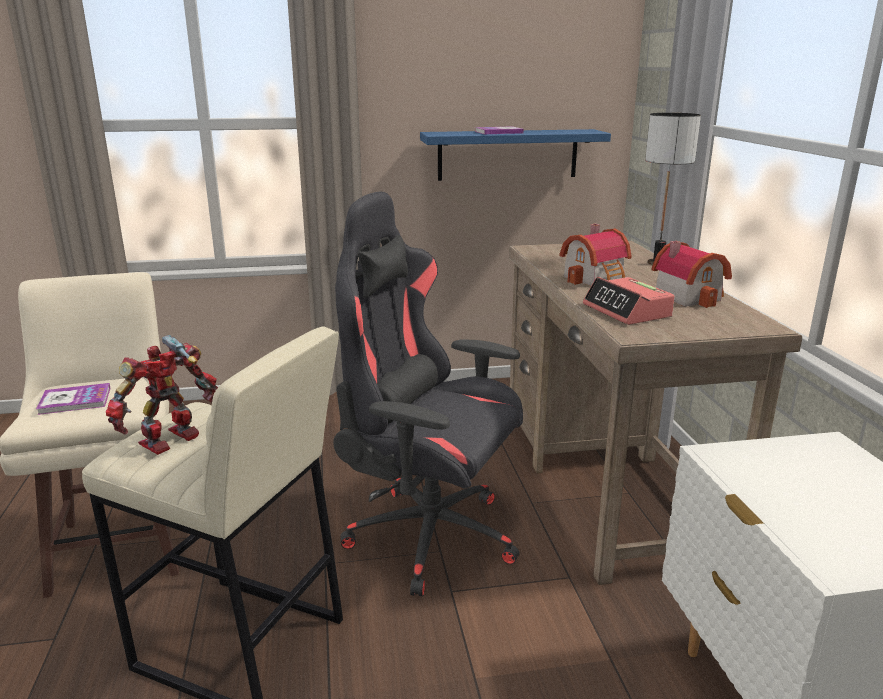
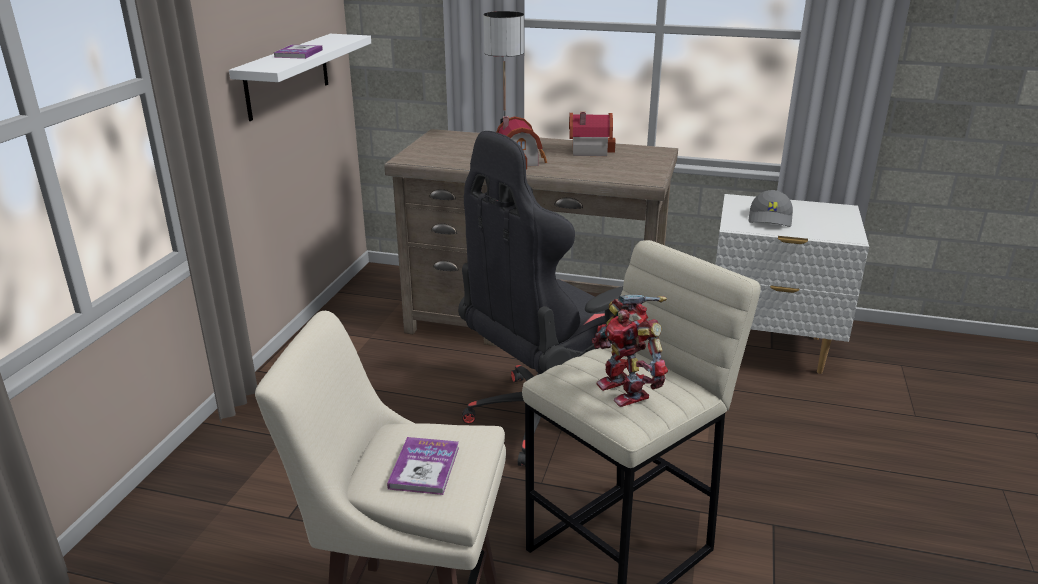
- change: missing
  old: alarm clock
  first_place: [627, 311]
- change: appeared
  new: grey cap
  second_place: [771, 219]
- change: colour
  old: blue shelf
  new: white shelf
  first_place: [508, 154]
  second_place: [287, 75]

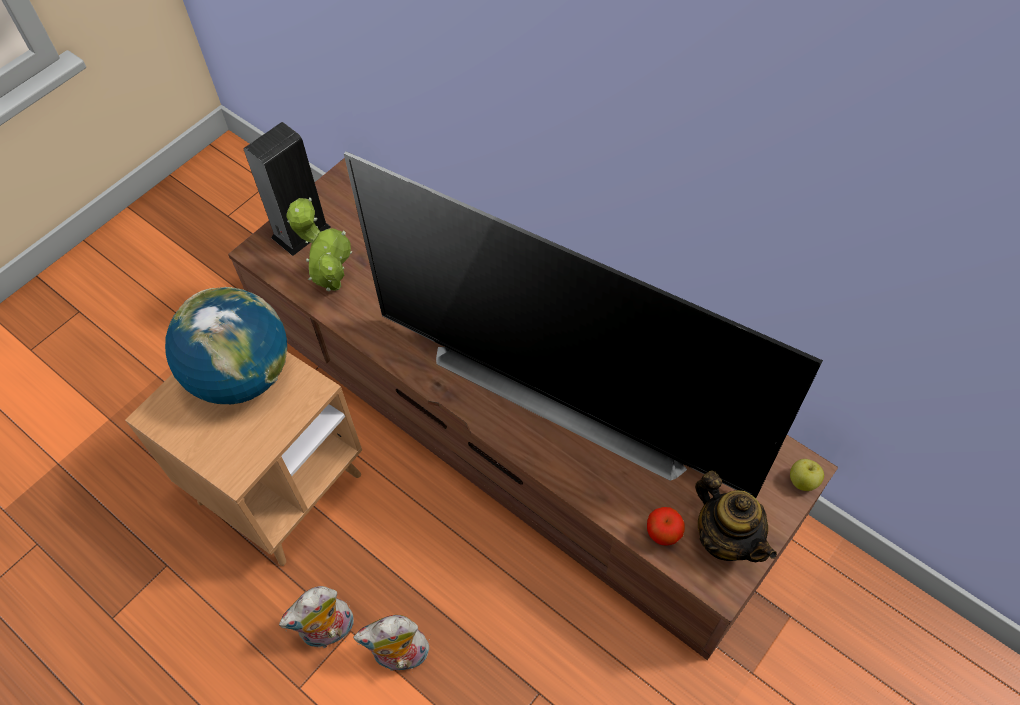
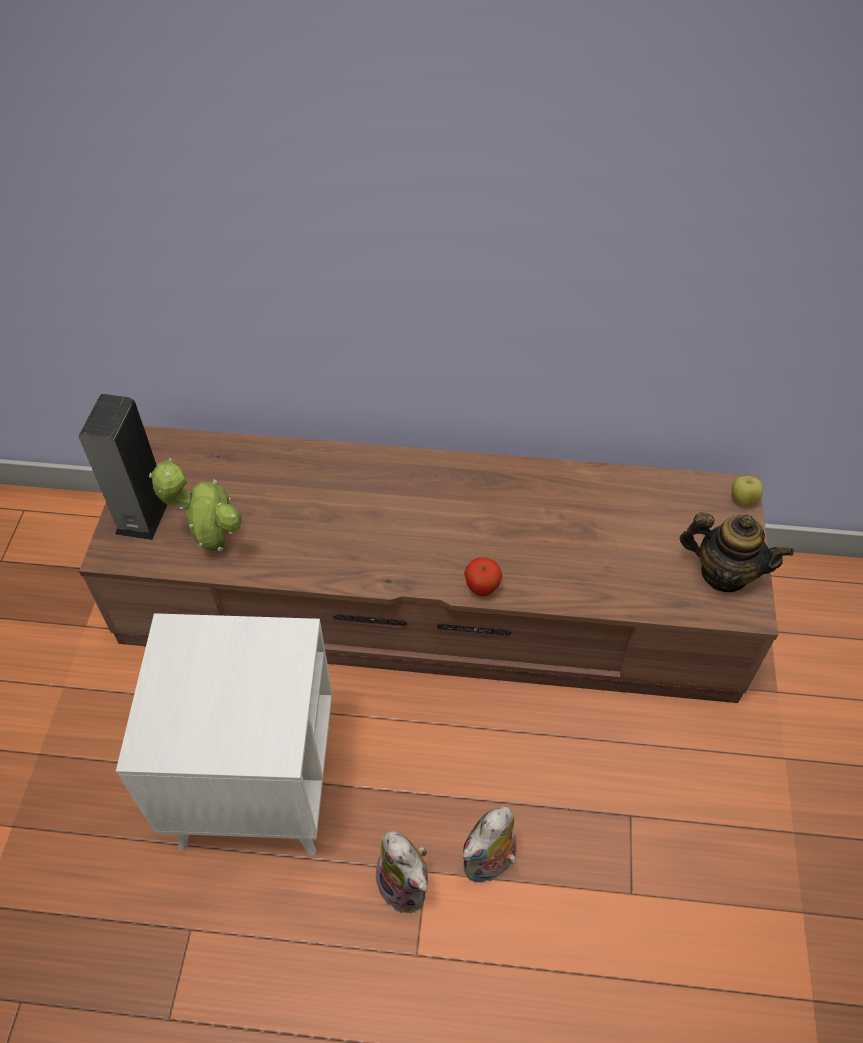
- change: missing
  old: globe
  first_place: [242, 376]
- change: missing
  old: television
  first_place: [566, 392]
- change: relocated
  old: apple
  first_place: [662, 535]
  second_place: [482, 589]
- change: colour
  old: brown side table
  new: white side table
  first_place: [280, 488]
  second_place: [256, 785]
- change: spun
  old: plush toy
  first_place: [329, 632]
  second_place: [406, 885]
  degrees: -60

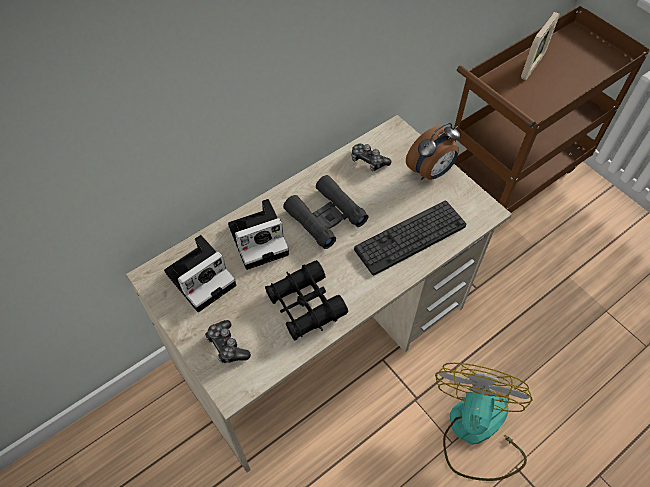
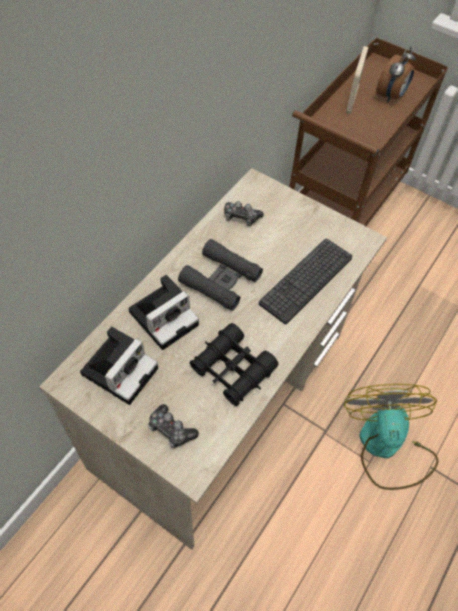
- change: relocated
  old: alarm clock
  first_place: [430, 172]
  second_place: [391, 96]

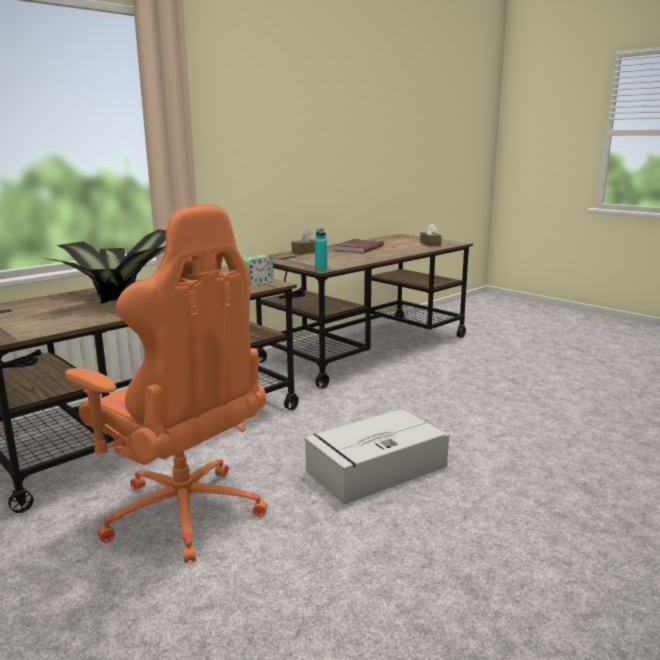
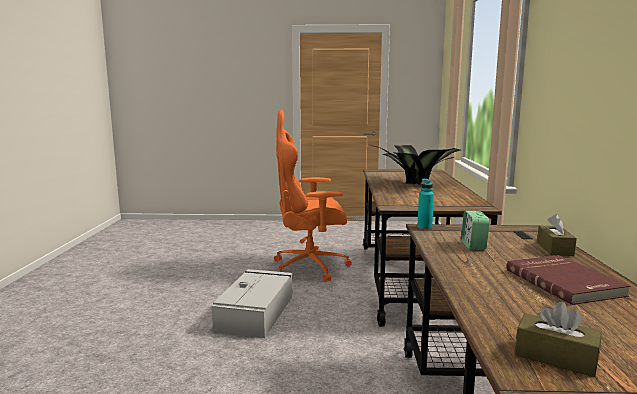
- change: relocated
  old: alarm clock
  first_place: [258, 283]
  second_place: [473, 245]

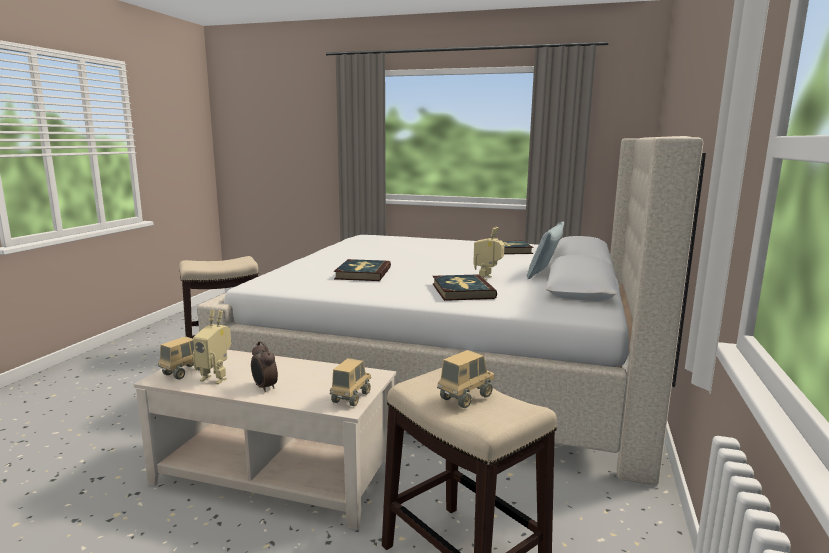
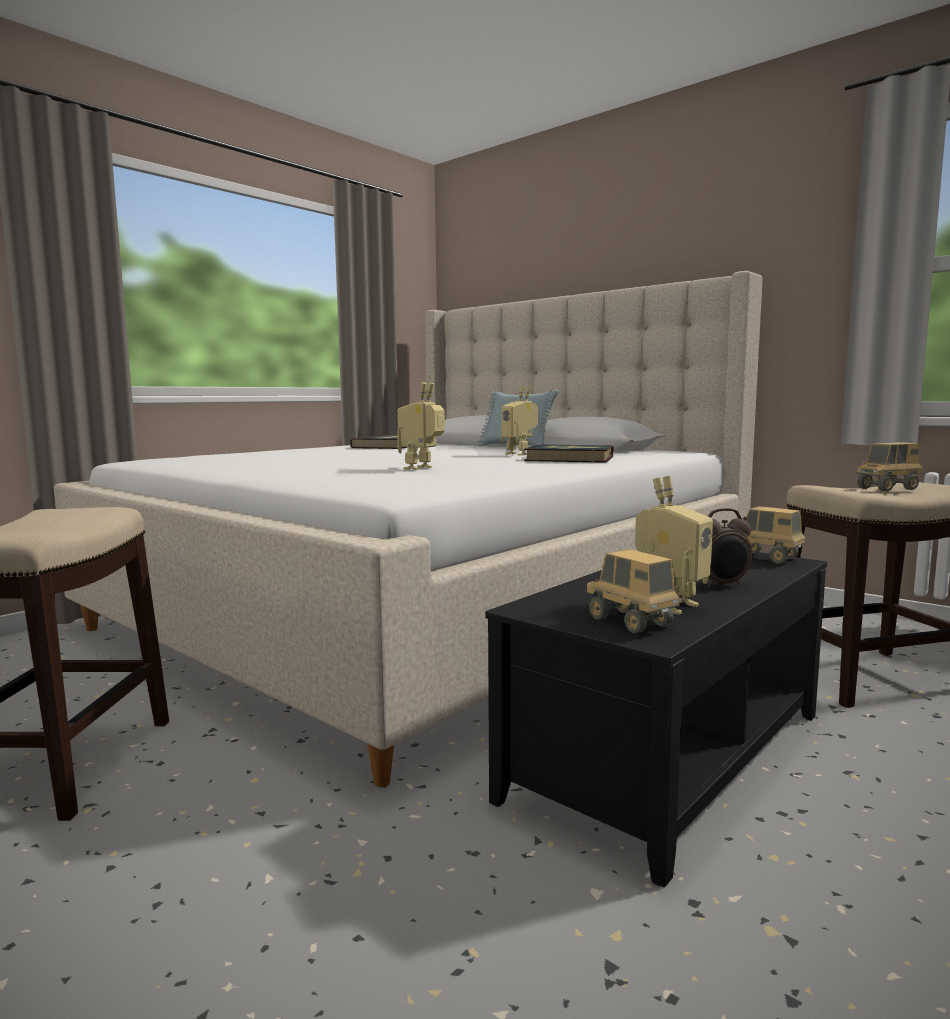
- change: exchanged
  old: book
  new: toy robot
  first_place: [362, 273]
  second_place: [422, 468]
- change: colour
  old: beige coffee table
  new: black coffee table
  first_place: [275, 475]
  second_place: [670, 754]
- change: spun
  old: toy truck
  first_place: [465, 398]
  second_place: [887, 489]
  degrees: -90

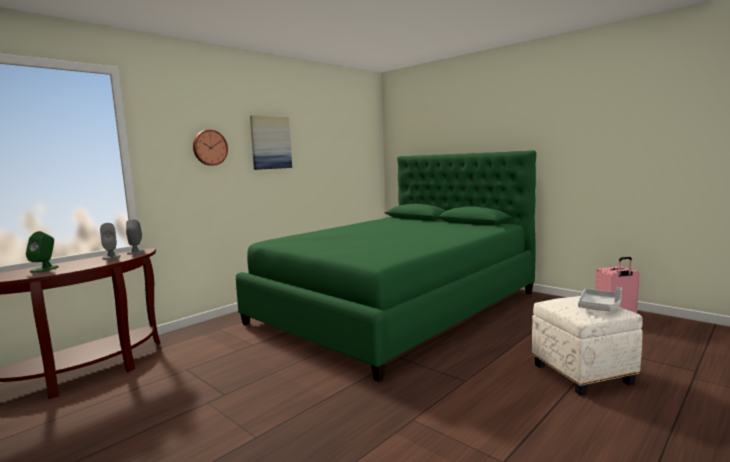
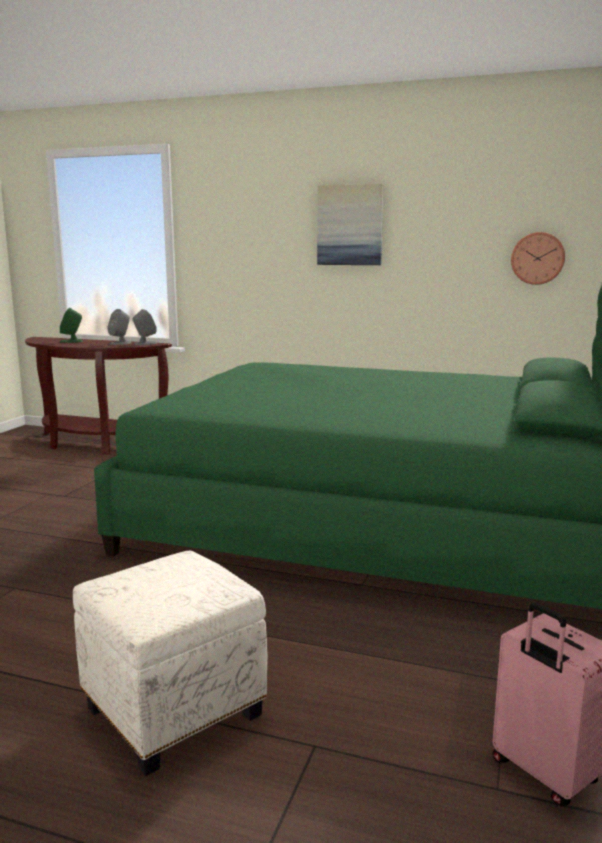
- change: missing
  old: grey tray
  first_place: [600, 307]
- change: relocated
  old: wall clock
  first_place: [209, 147]
  second_place: [537, 258]

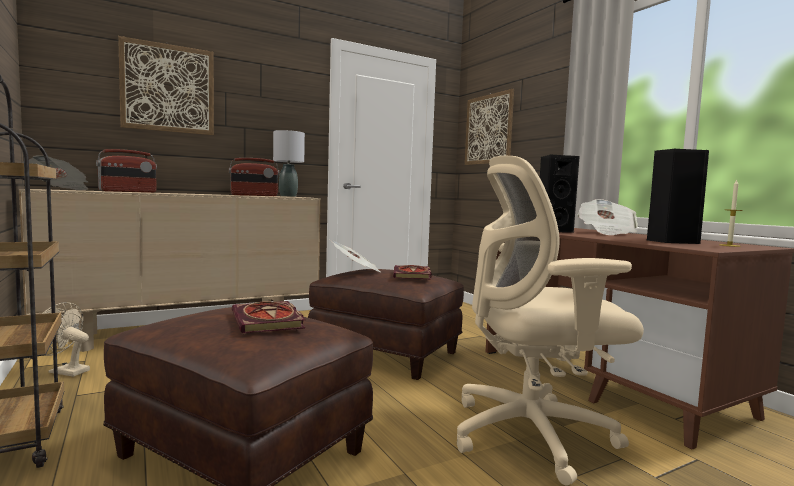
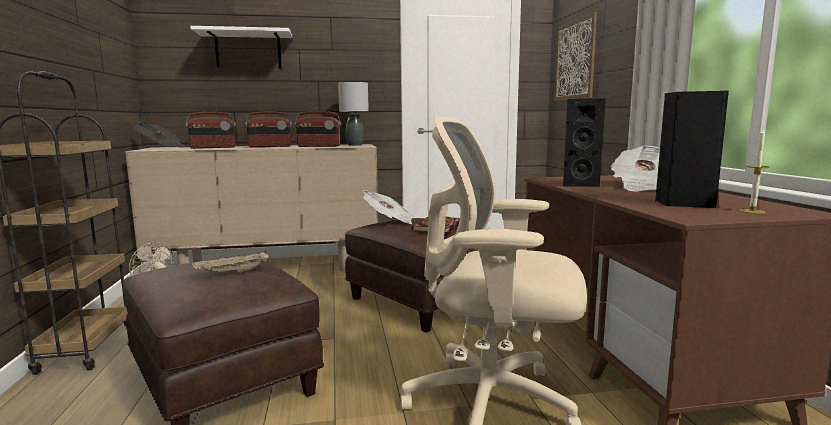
- change: appeared
  new: radio
  second_place: [270, 146]
- change: exchanged
  old: picture
  new: white shelf
  first_place: [168, 87]
  second_place: [248, 50]
- change: exchanged
  old: book
  new: beige tray
  first_place: [269, 321]
  second_place: [232, 273]

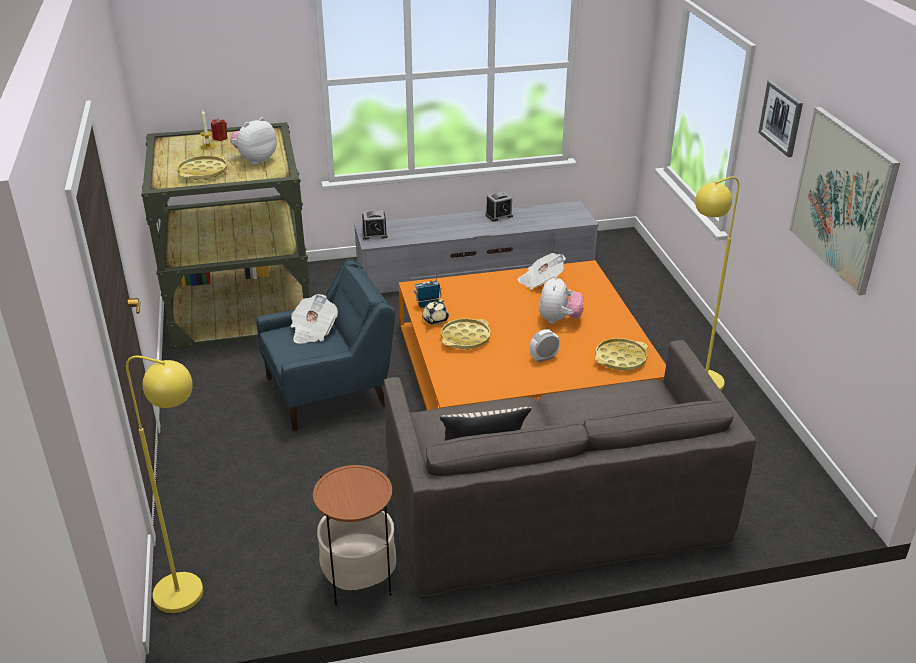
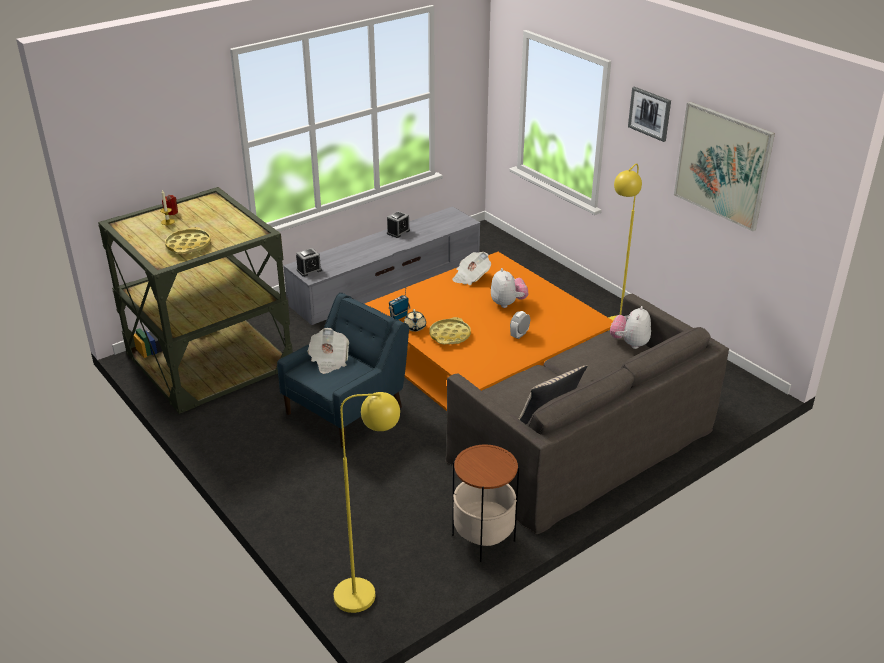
- change: missing
  old: yellow tray
  first_place: [620, 358]
- change: relocated
  old: plush toy
  first_place: [255, 160]
  second_place: [629, 343]

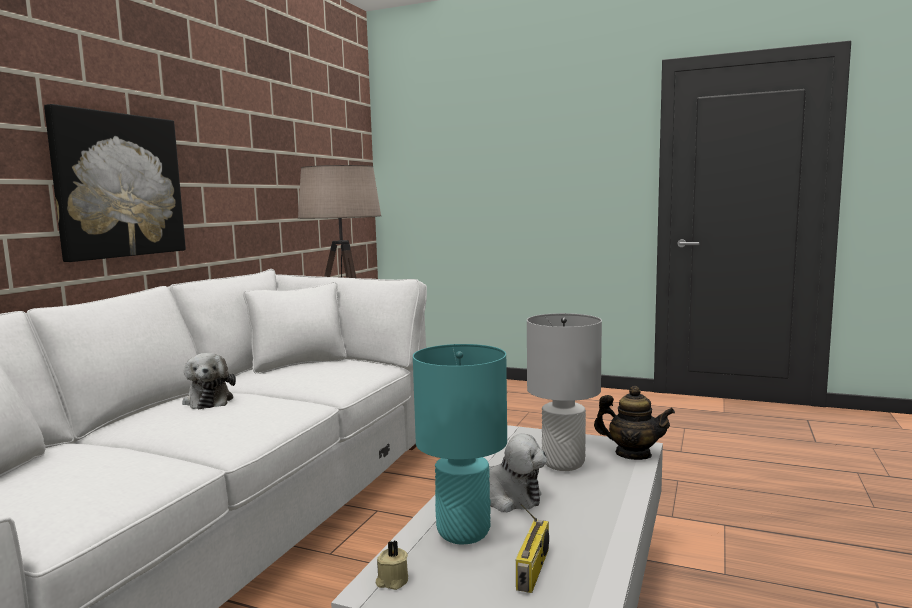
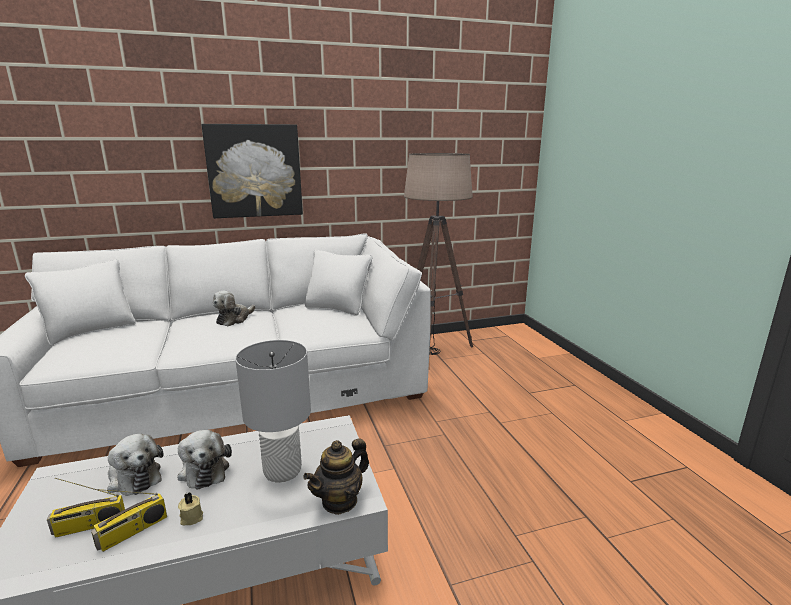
- change: appeared
  new: radio
  second_place: [132, 532]
- change: relocated
  old: beige candle
  first_place: [392, 581]
  second_place: [191, 517]
- change: exchanged
  old: turquoise table lamp
  new: plush toy
  first_place: [462, 536]
  second_place: [133, 477]
- change: spun
  old: teapot
  first_place: [633, 454]
  second_place: [339, 501]
  degrees: 60

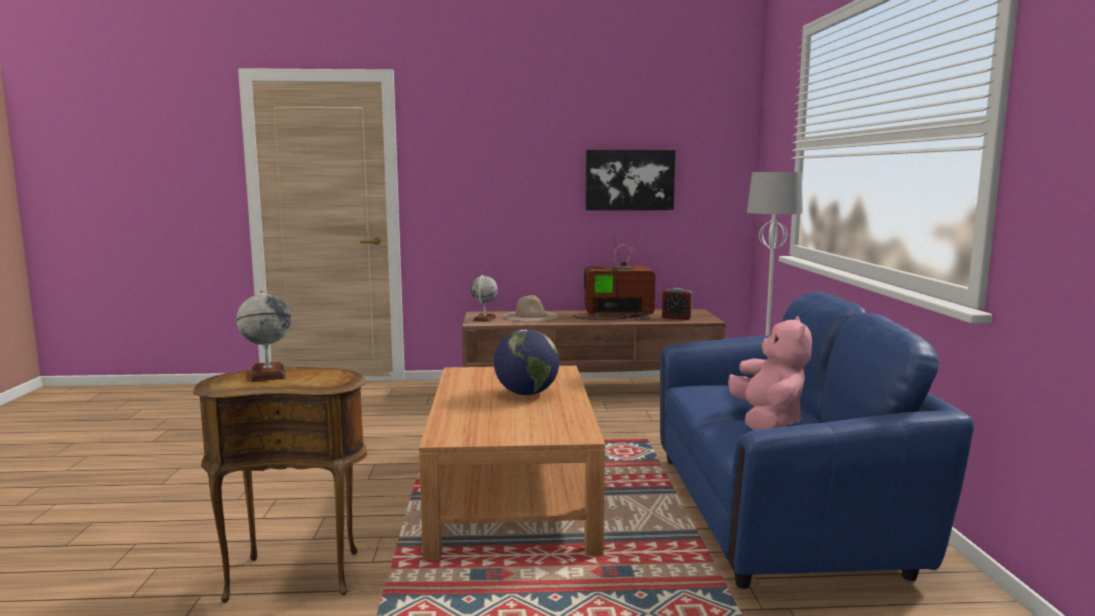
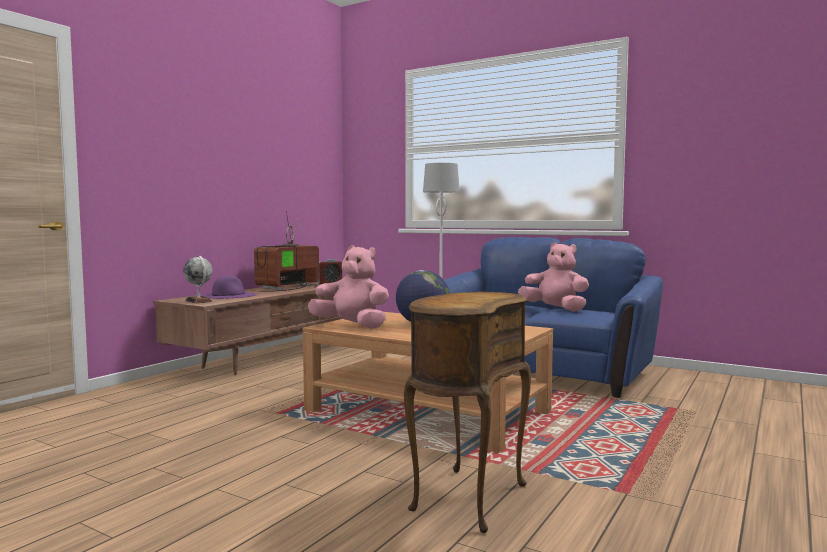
- change: missing
  old: globe
  first_place: [267, 374]
- change: missing
  old: picture
  first_place: [629, 180]
- change: appeared
  new: pink plush toy
  second_place: [352, 326]
- change: colour
  old: beige hat
  new: purple hat
  first_place: [530, 316]
  second_place: [228, 295]

